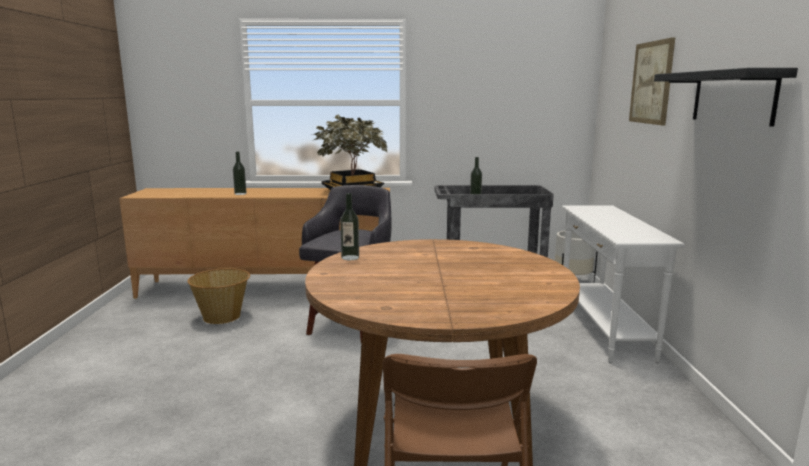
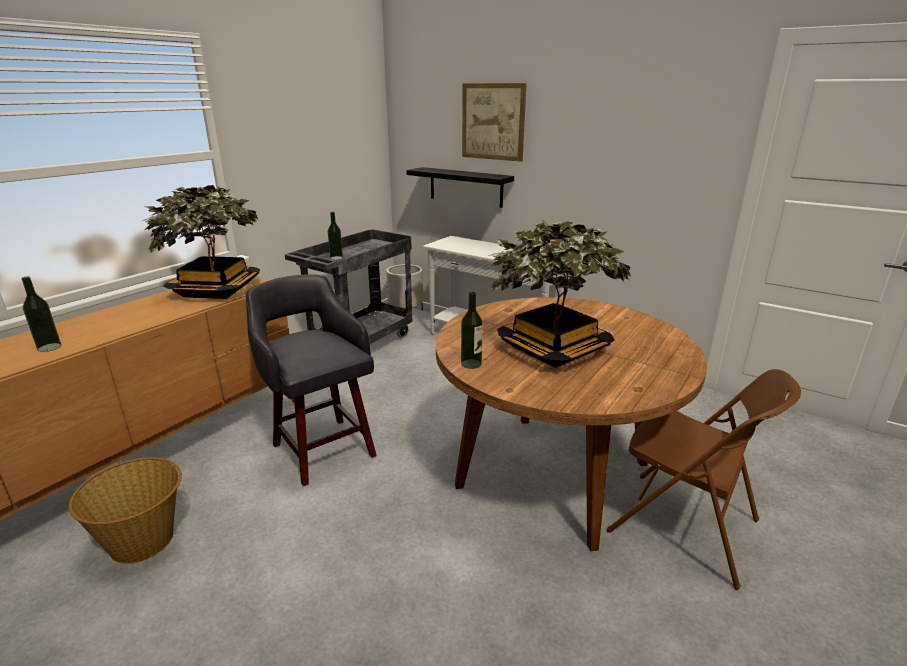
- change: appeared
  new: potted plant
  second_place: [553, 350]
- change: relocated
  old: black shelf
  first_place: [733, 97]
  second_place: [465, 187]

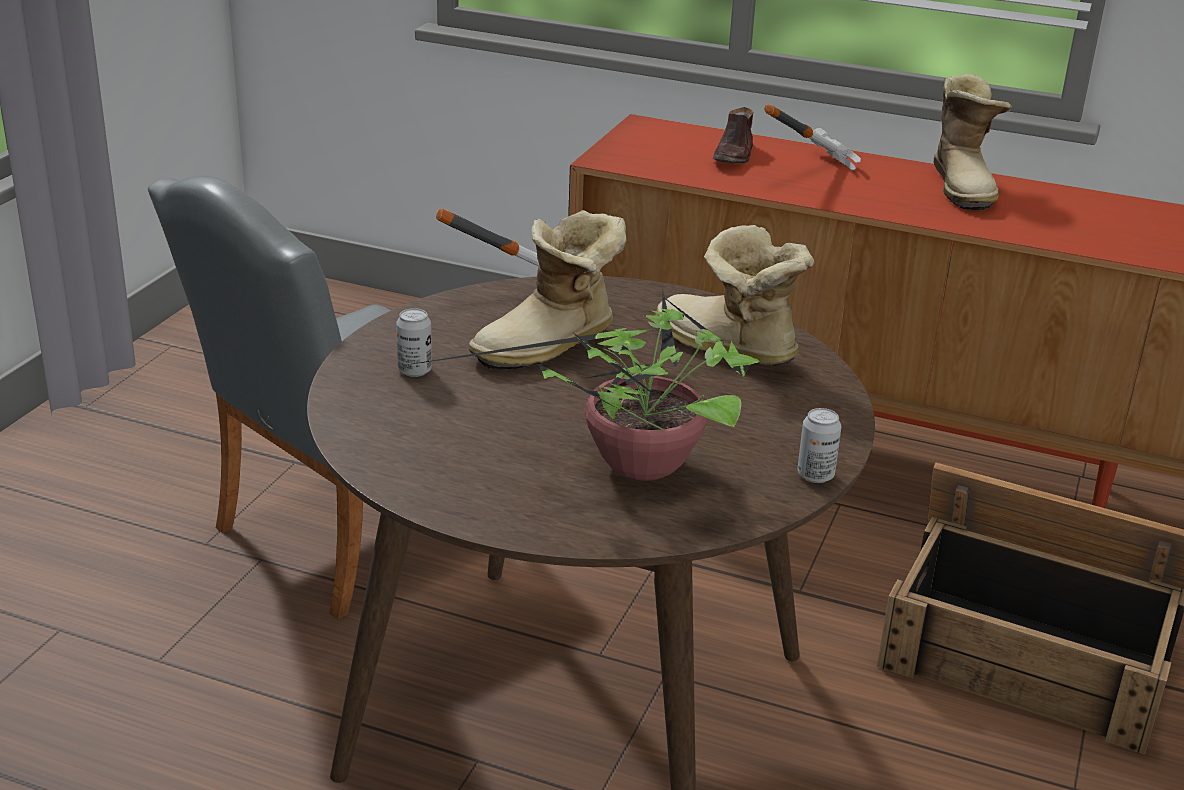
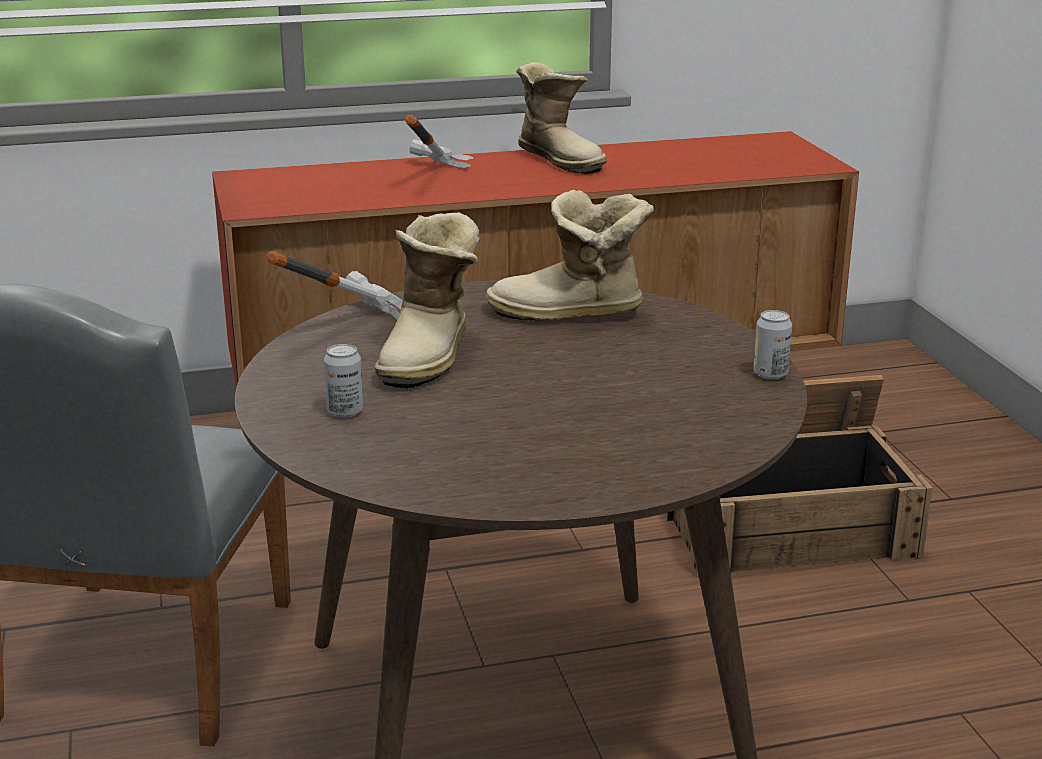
- change: missing
  old: potted plant
  first_place: [633, 466]
- change: missing
  old: brown shoe
  first_place: [734, 155]

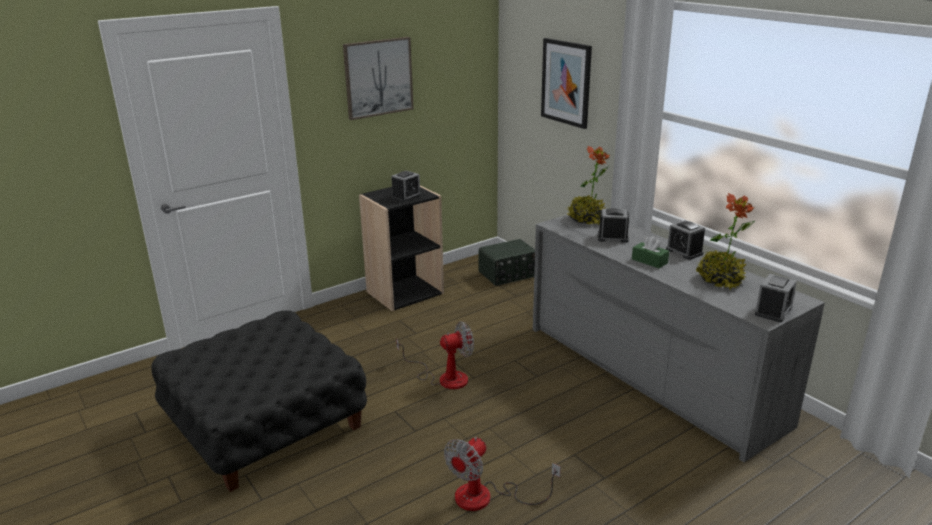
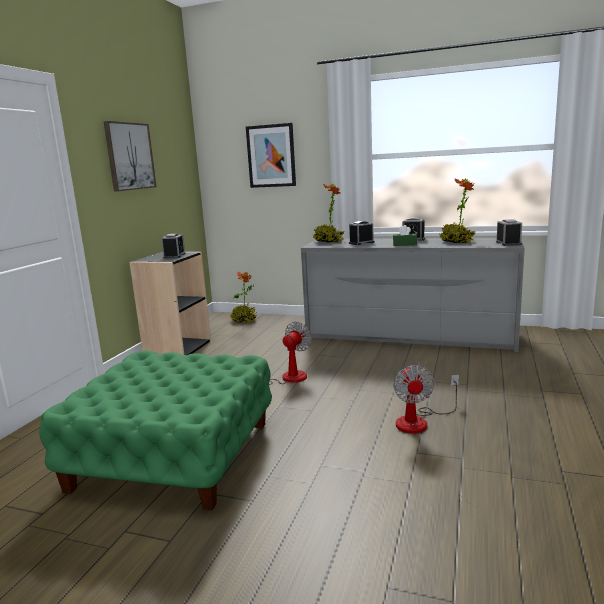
- change: exchanged
  old: radio
  new: potted plant
  first_place: [508, 274]
  second_place: [244, 320]
- change: colour
  old: black ottoman
  new: green ottoman
  first_place: [265, 423]
  second_place: [174, 455]

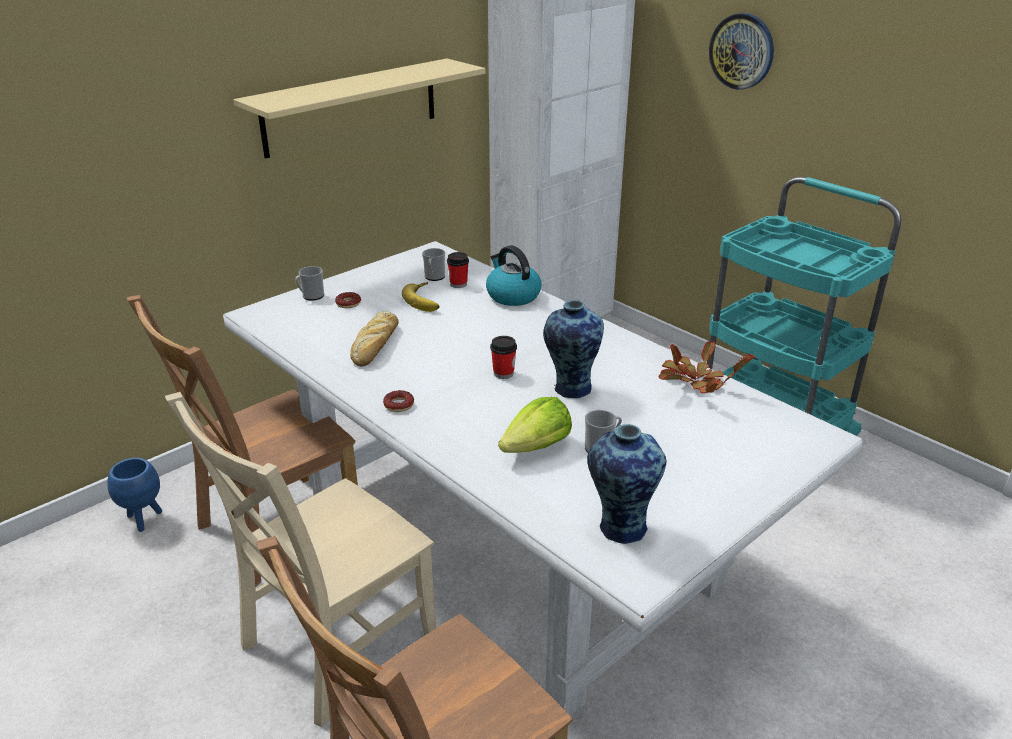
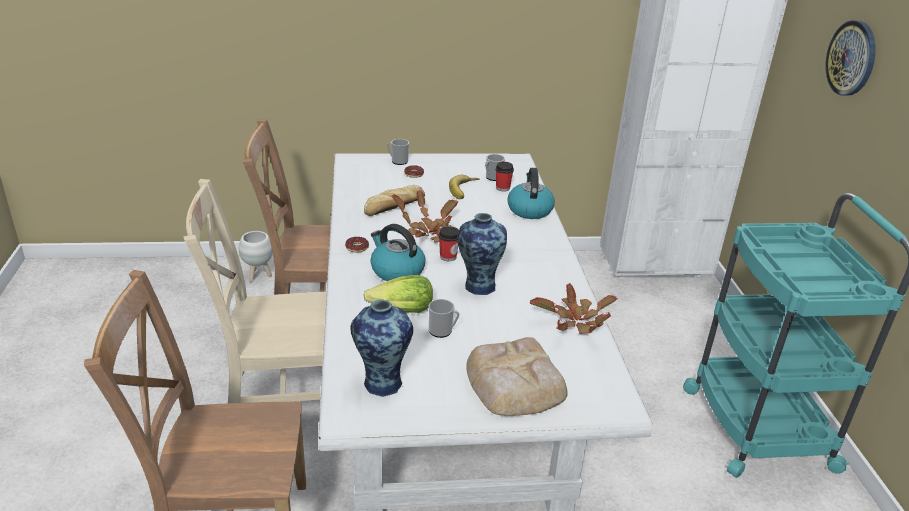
- change: missing
  old: beige shelf
  first_place: [351, 107]
- change: appeared
  new: kettle
  second_place: [396, 271]
- change: appeared
  new: potted plant
  second_place: [429, 232]
- change: appeared
  new: bread
  second_place: [514, 384]
- change: colour
  old: blue planter
  new: white planter
  first_place: [144, 519]
  second_place: [258, 276]

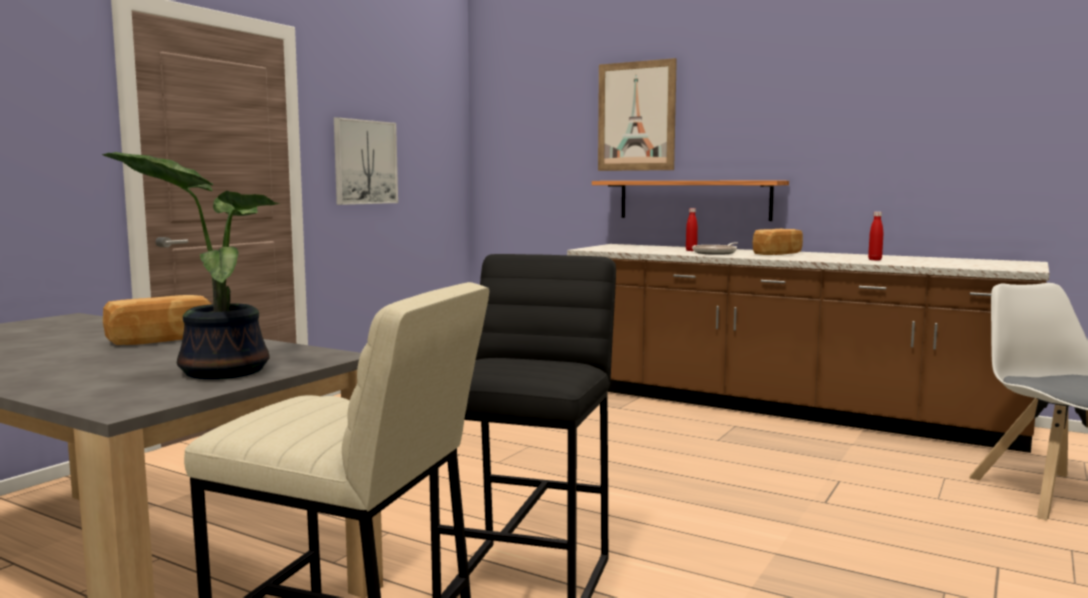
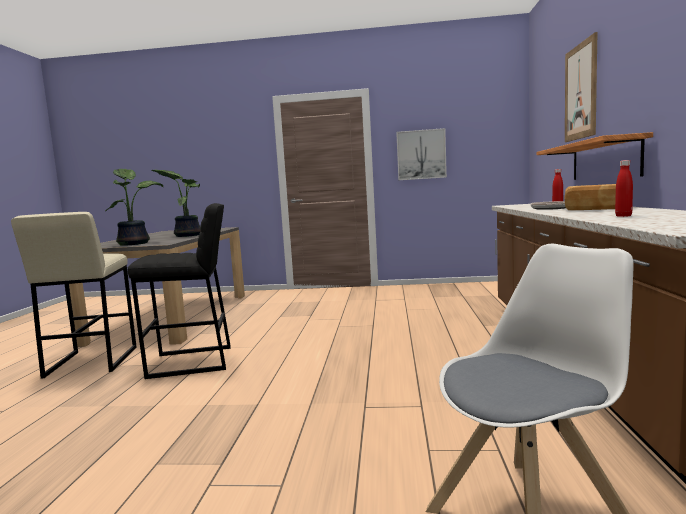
- change: exchanged
  old: bread
  new: potted plant
  first_place: [161, 340]
  second_place: [187, 235]

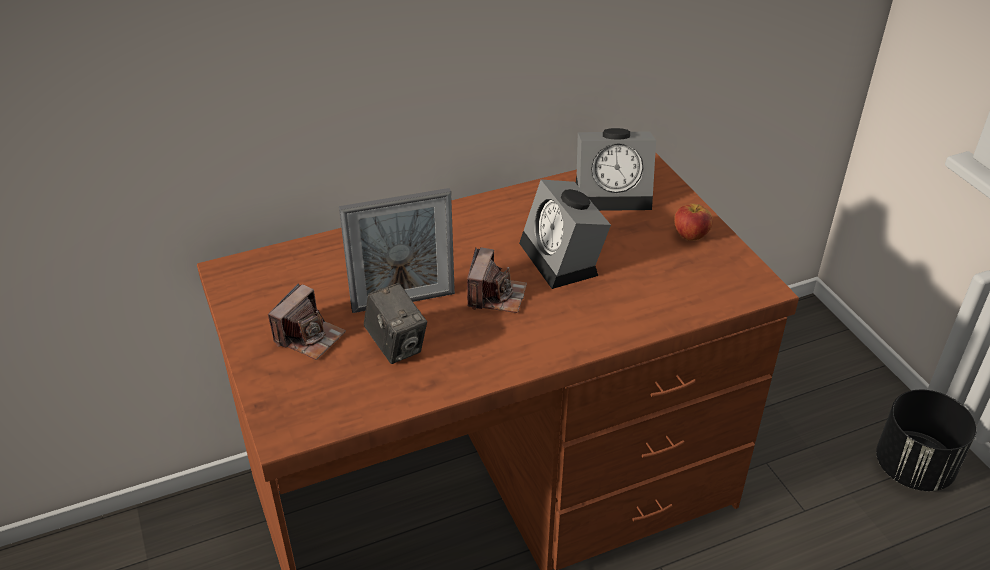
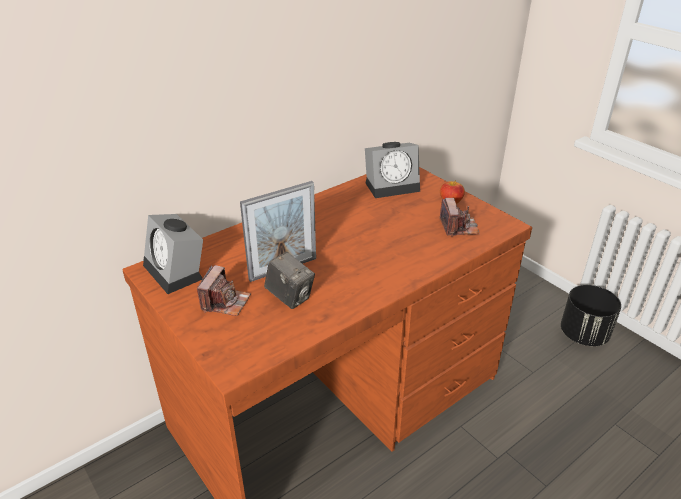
- change: relocated
  old: photo camera
  first_place: [496, 295]
  second_place: [458, 227]
- change: relocated
  old: alarm clock
  first_place: [563, 259]
  second_place: [177, 272]

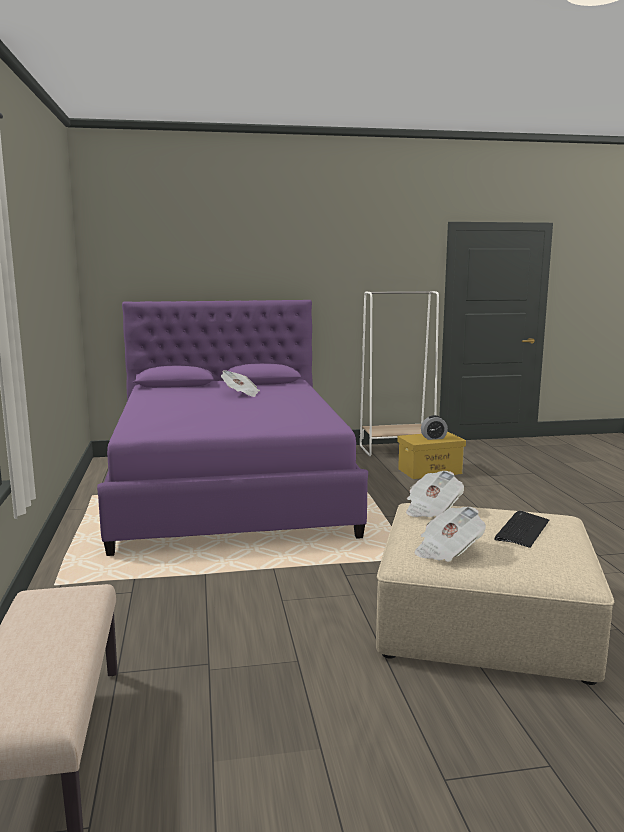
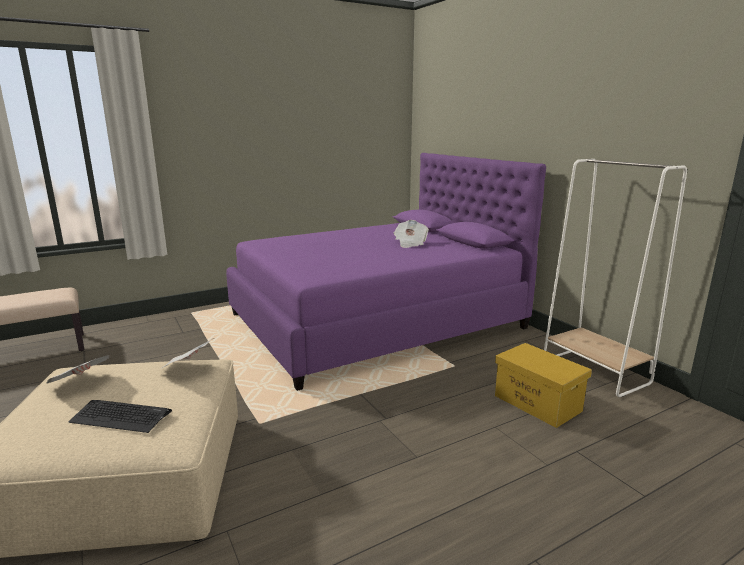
- change: missing
  old: alarm clock
  first_place: [433, 438]

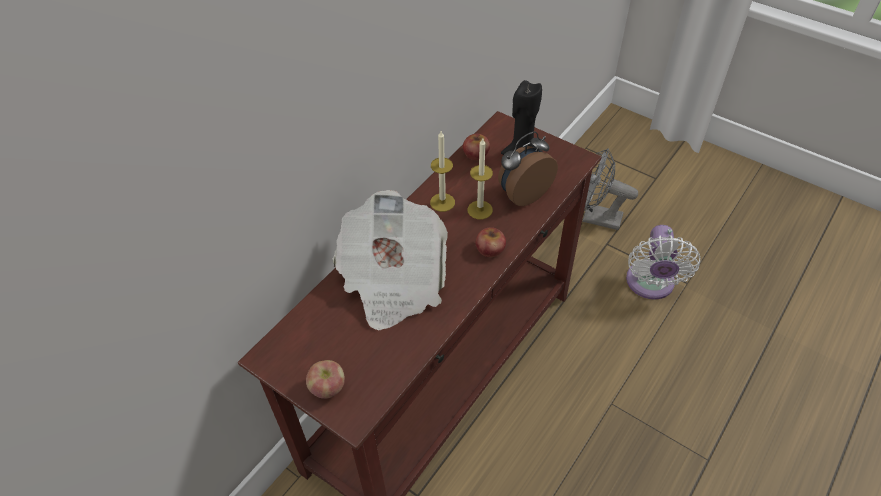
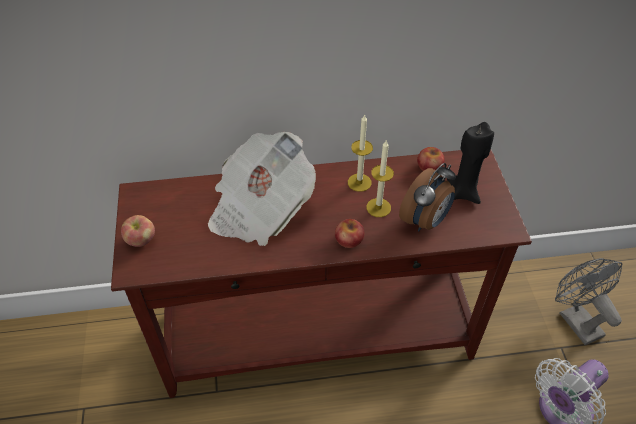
- change: spun
  old: alarm clock
  first_place: [523, 194]
  second_place: [425, 221]
  degrees: 120

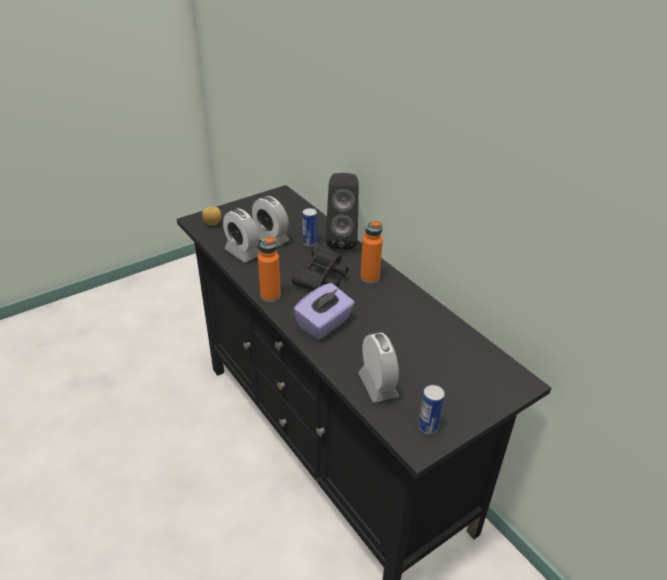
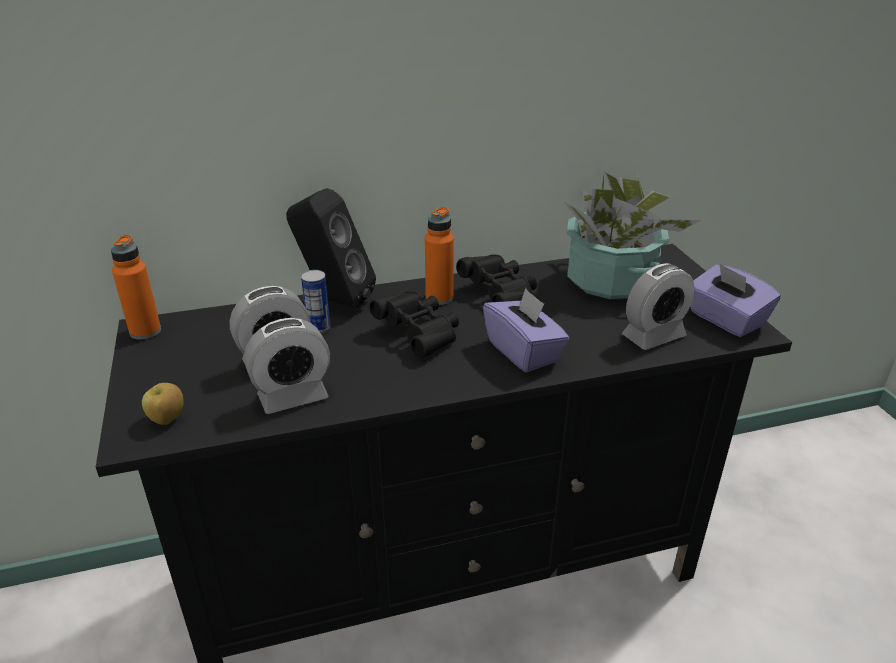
- change: appeared
  new: black binoculars
  second_place: [500, 294]
- change: appeared
  new: potted plant
  second_place: [610, 280]
- change: relocated
  old: orange bottle
  first_place: [270, 296]
  second_place: [145, 331]
- change: exchanged
  old: can
  new: purple tissue box
  first_place: [428, 427]
  second_place: [725, 320]
- change: spun
  old: alarm clock
  first_place: [378, 385]
  second_place: [653, 336]
  degrees: 150

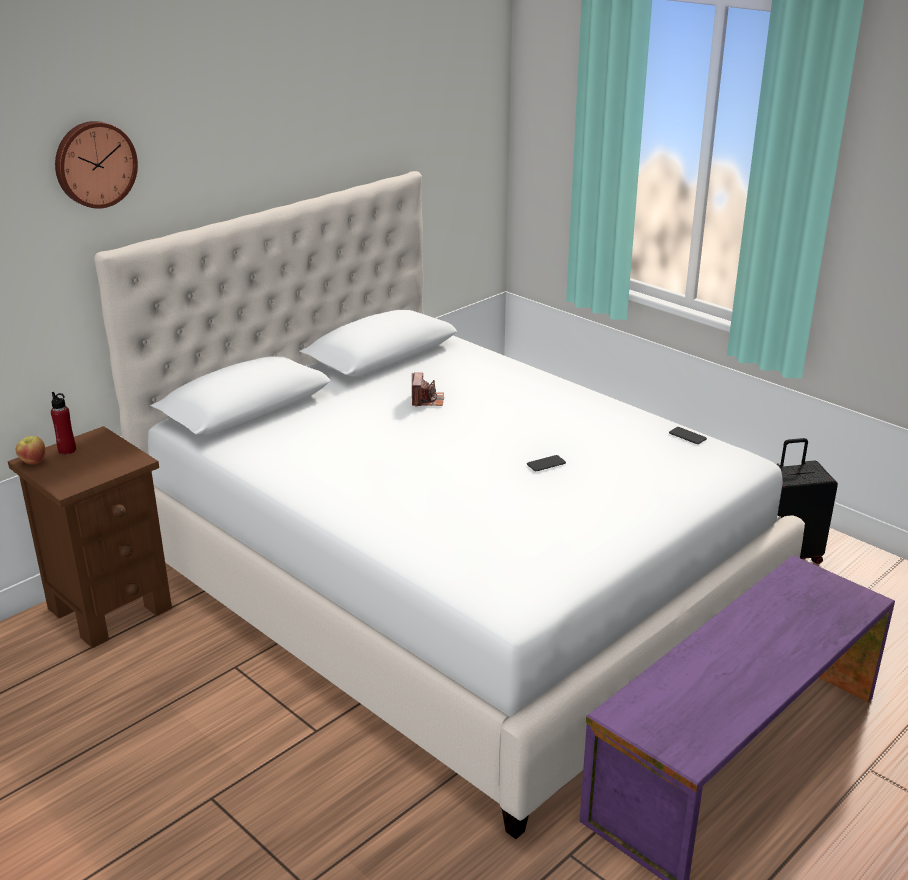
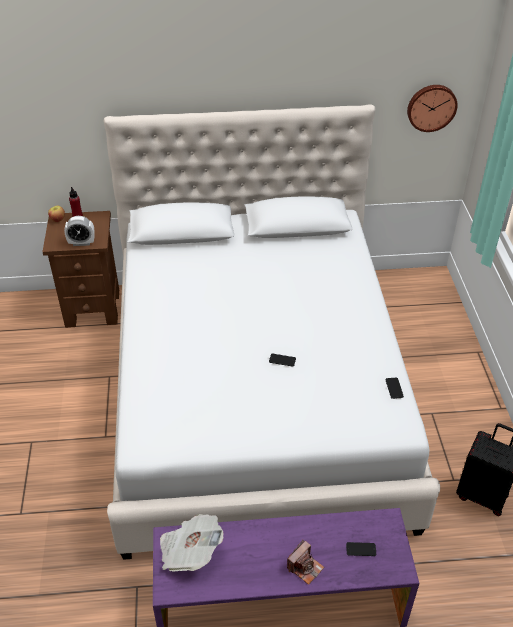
- change: appeared
  new: alarm clock
  second_place: [81, 243]
- change: appeared
  new: newspaper
  second_place: [190, 551]
- change: appeared
  new: phone
  second_place: [361, 549]
- change: relocated
  old: wall clock
  first_place: [94, 164]
  second_place: [431, 107]
- change: relocated
  old: photo camera
  first_place: [427, 400]
  second_place: [305, 567]

